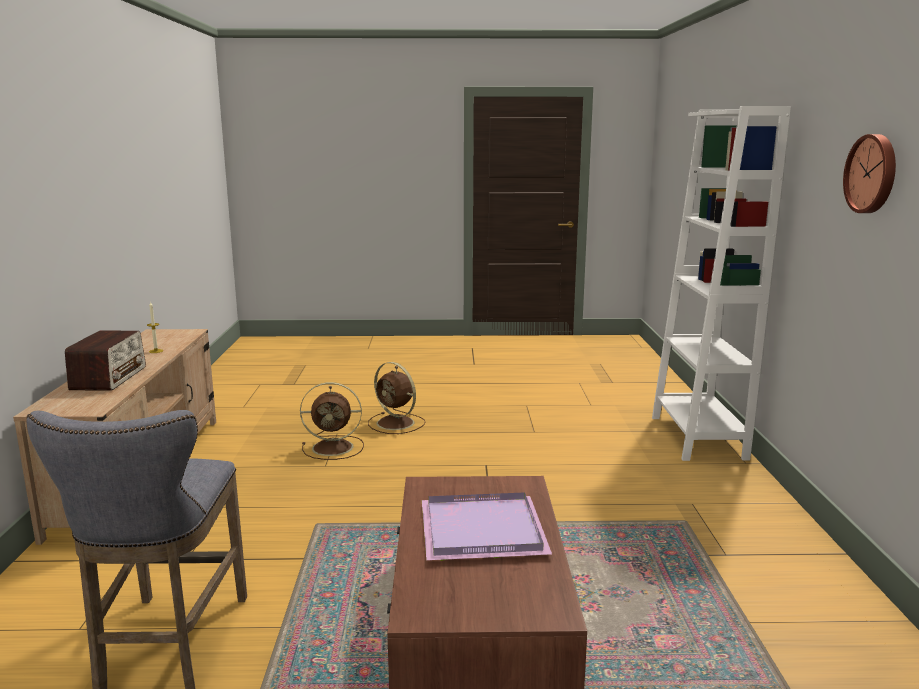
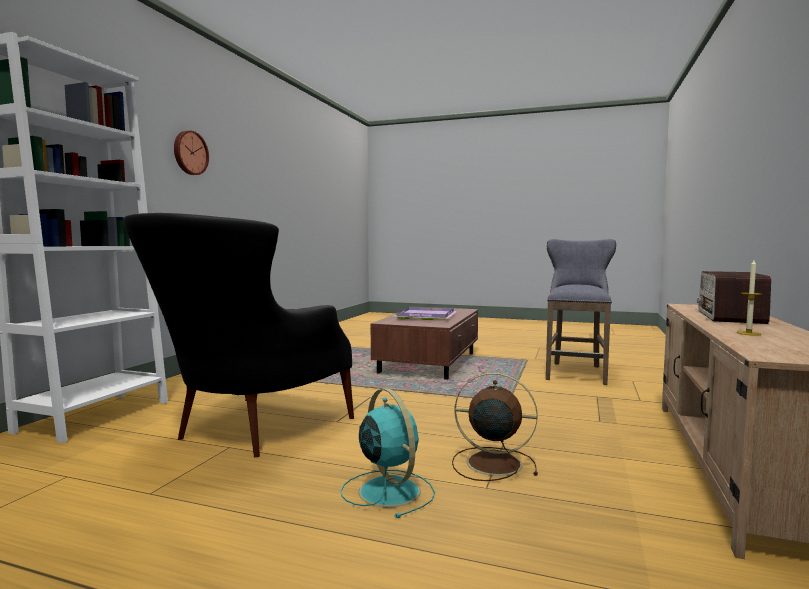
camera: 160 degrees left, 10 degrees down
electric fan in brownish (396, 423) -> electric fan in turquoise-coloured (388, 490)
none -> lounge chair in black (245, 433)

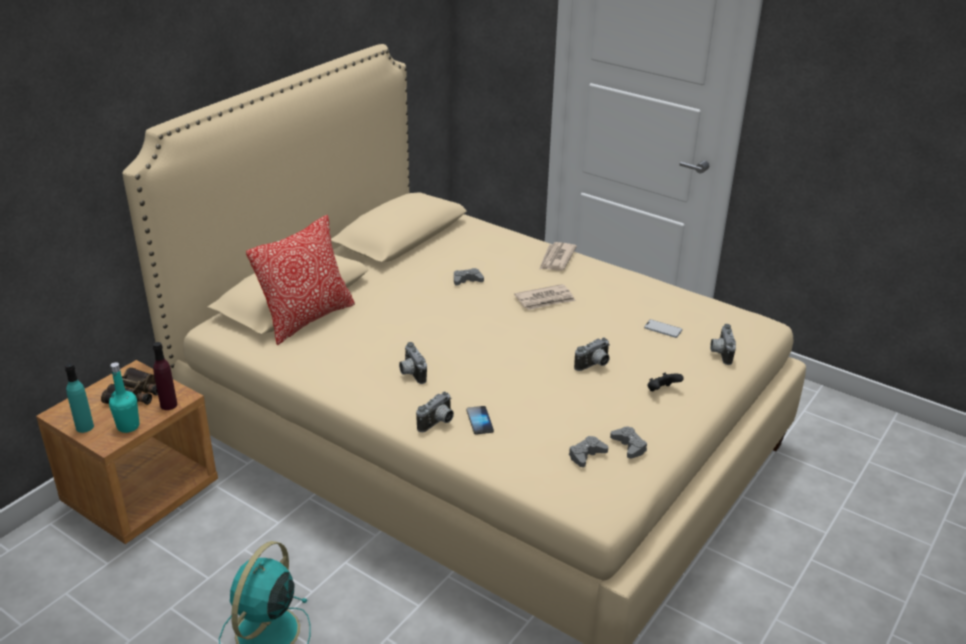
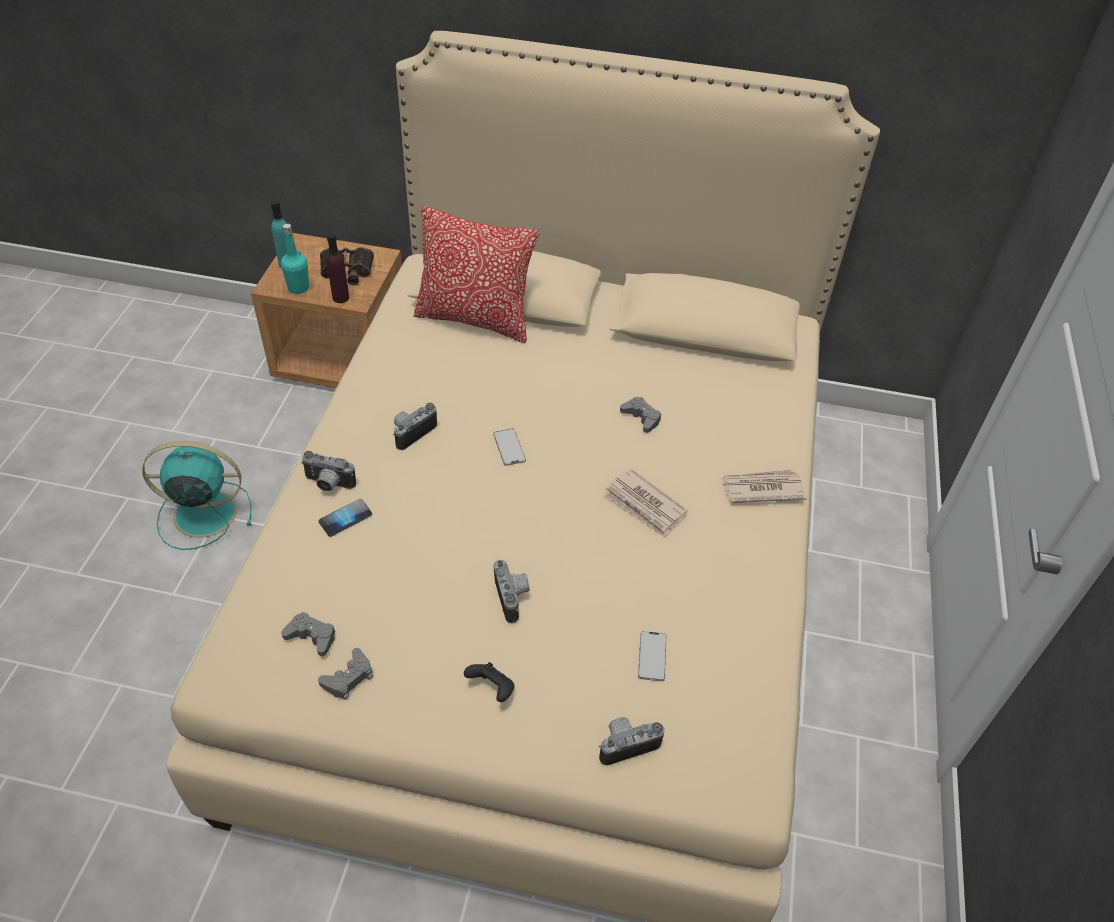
camera: 65 degrees right, 15 degrees up
still camera (594, 365) -> still camera (513, 598), 135 degrees counterclockwise
none -> telephone (509, 448)

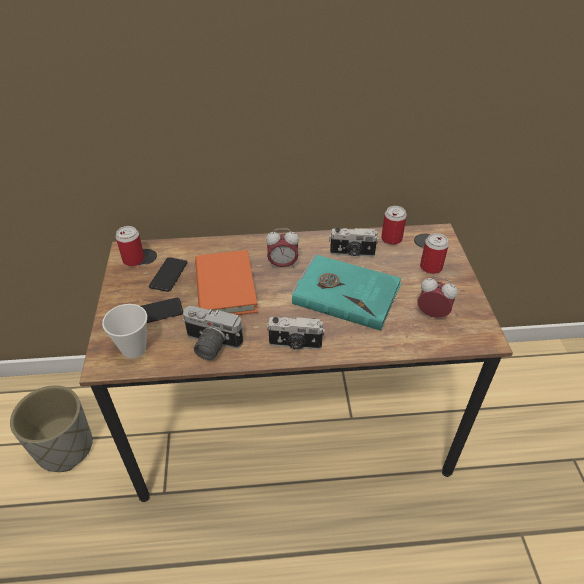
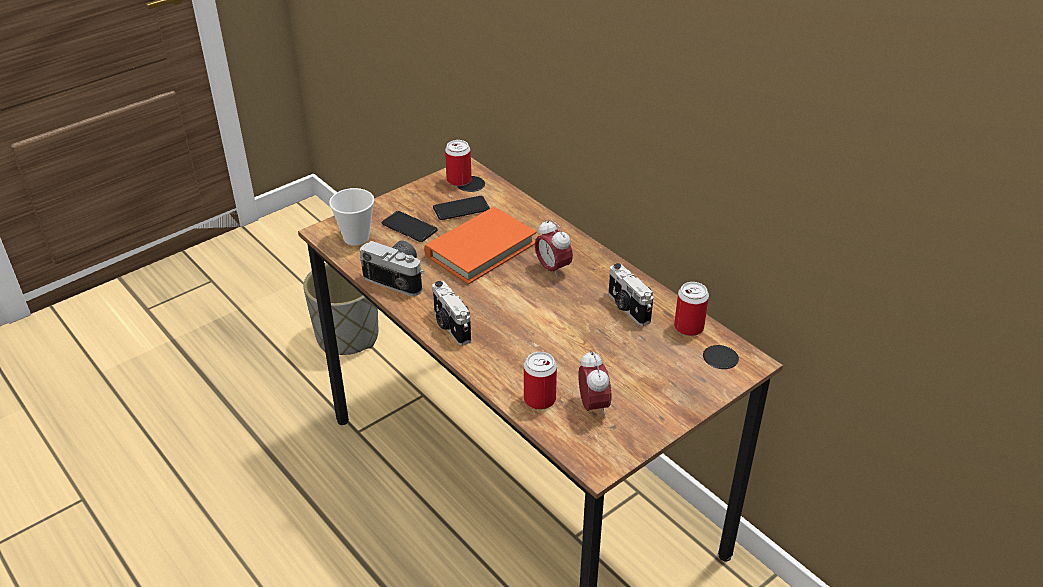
camera: 55 degrees right, 5 degrees down
sealed can (431, 267) -> sealed can (539, 399), moved
bound book in turquoise-coloured (346, 293) -> none
still camera (210, 345) -> still camera (399, 276), 135 degrees clockwise

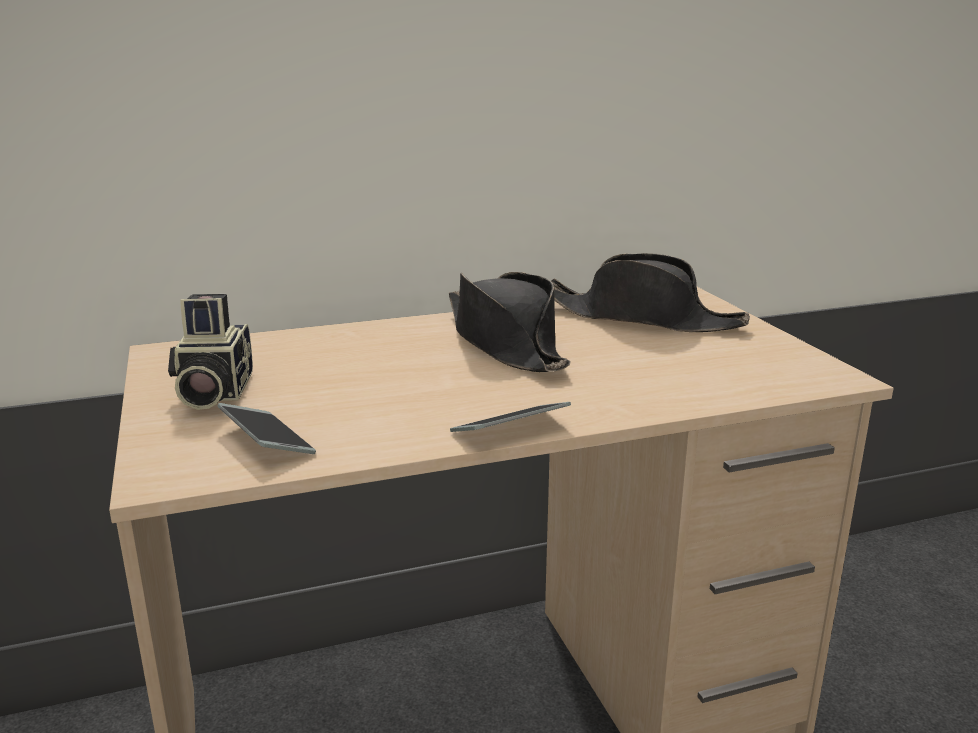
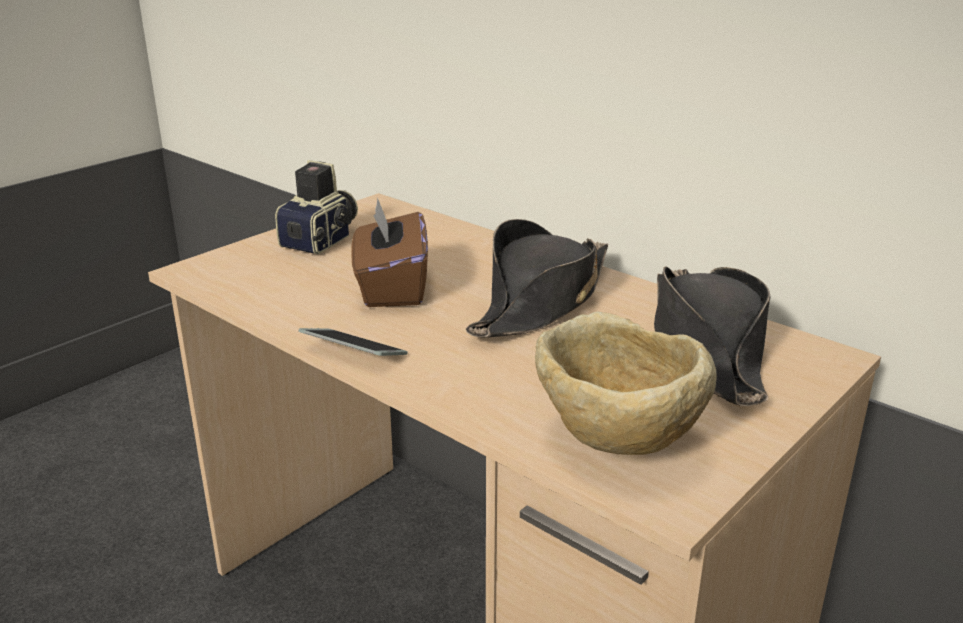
camera: 60 degrees right, 5 degrees up
still camera (212, 392) -> still camera (323, 240), 150 degrees clockwise
telephone (266, 440) -> none
none -> tissue holder in brownish (391, 288)
none -> bowl in beige (616, 443)

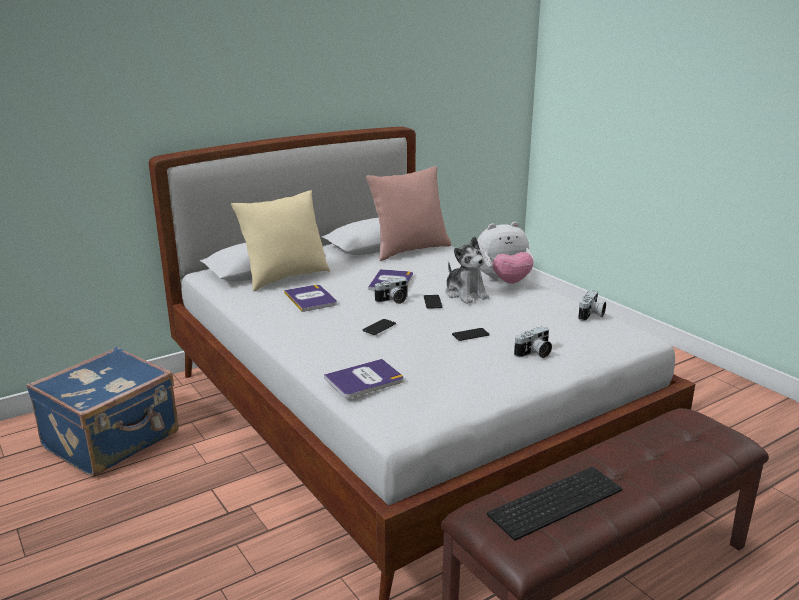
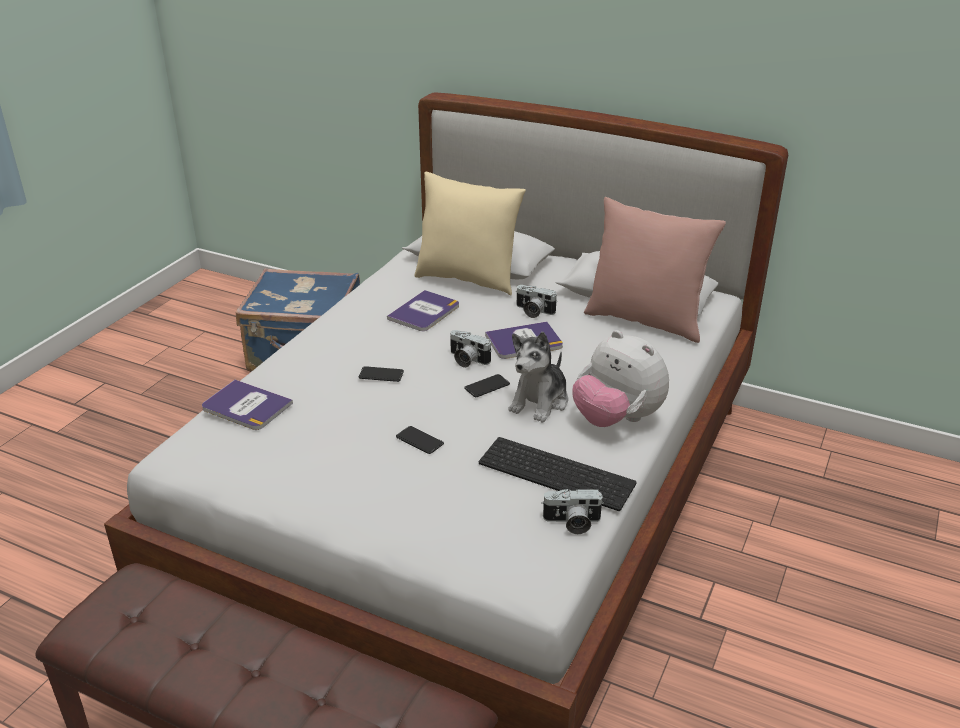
camera: 60 degrees right, 10 degrees up
still camera (534, 354) -> still camera (533, 311), moved
PC keyboard (555, 500) -> PC keyboard (559, 472), moved

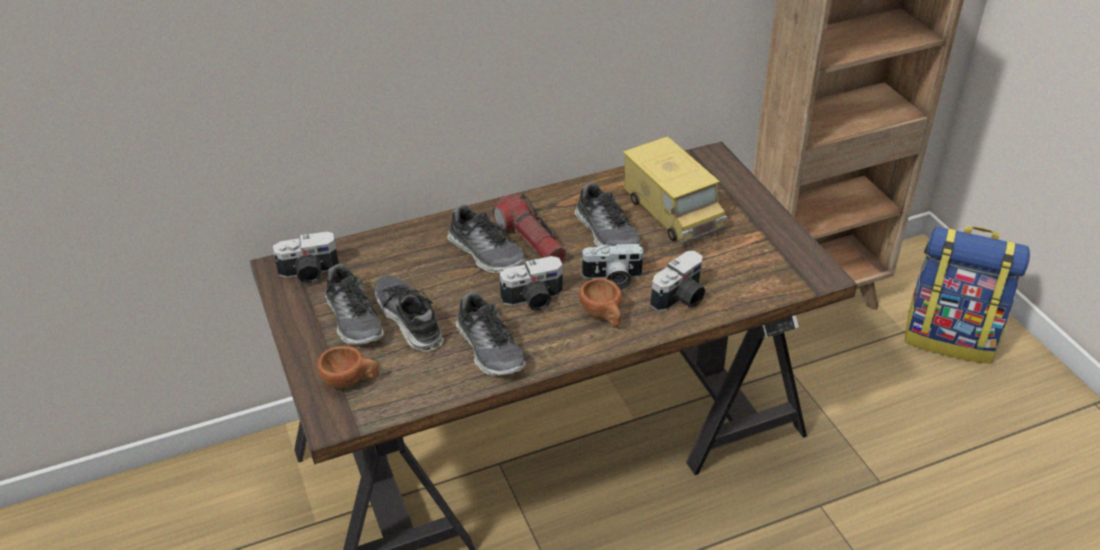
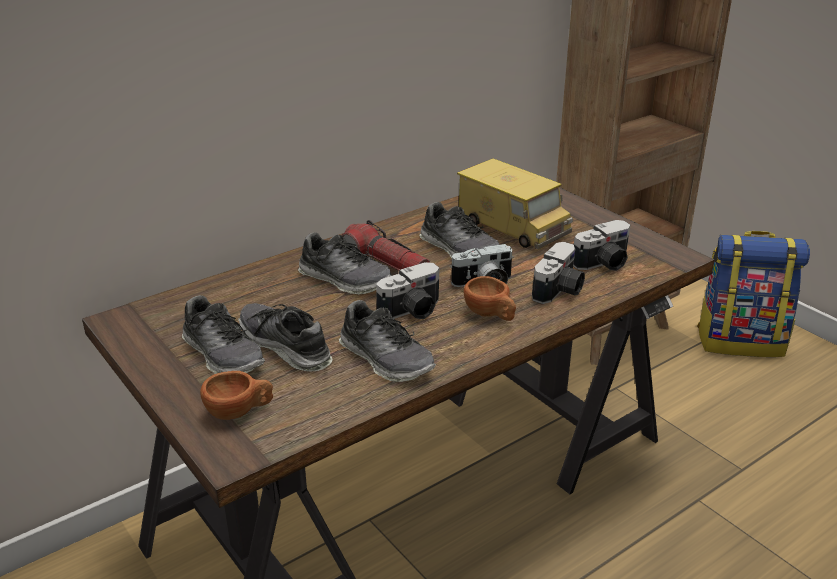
camera: 15 degrees left, 10 degrees down
still camera (309, 273) -> still camera (604, 264), moved

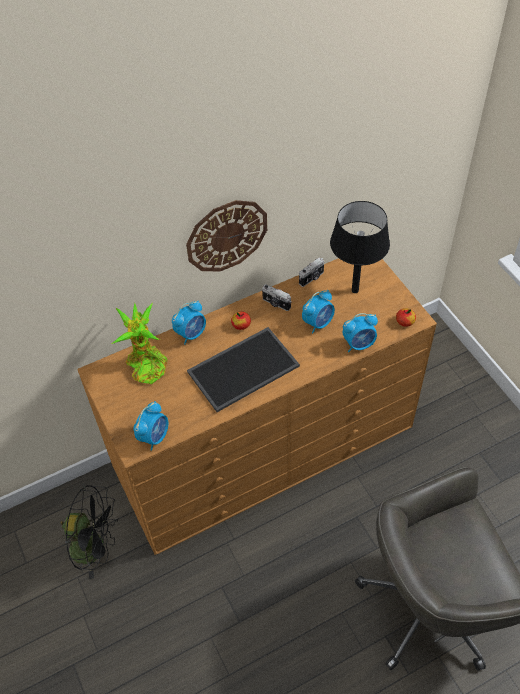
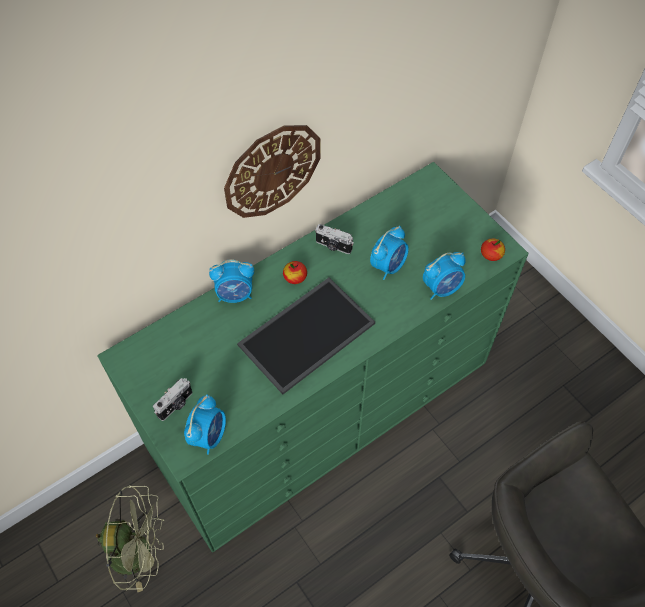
camera: 10 degrees left, 5 degrees up
tabletop lamp in black (355, 290) -> none
still camera (312, 278) -> still camera (176, 405), moved
dresser in brownish (264, 446) -> dresser in green-coloured (322, 404)
table clock (191, 333) -> table clock (235, 294), 45 degrees clockwise
houseplant (145, 364) -> none
electric fan in black (95, 547) -> electric fan in green-coloured (140, 551)

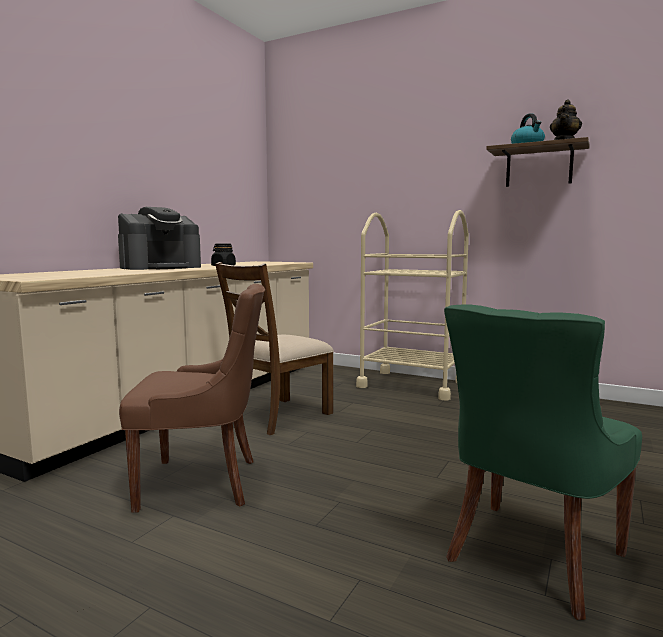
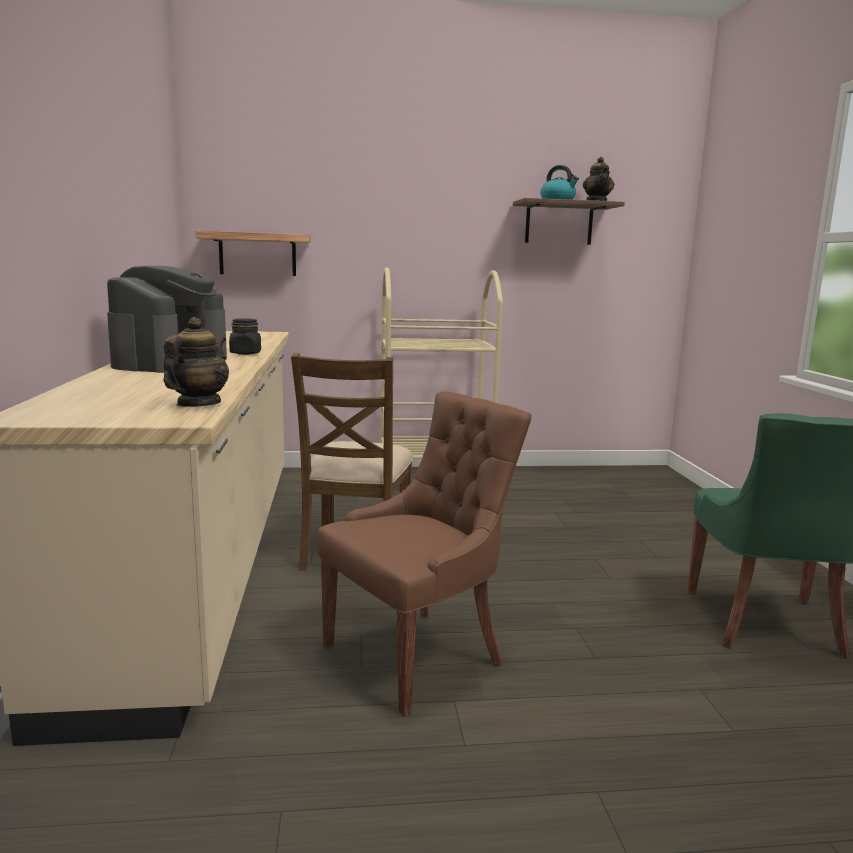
camera: 35 degrees left, 5 degrees up
none -> shelf (257, 254)
none -> teapot (198, 404)

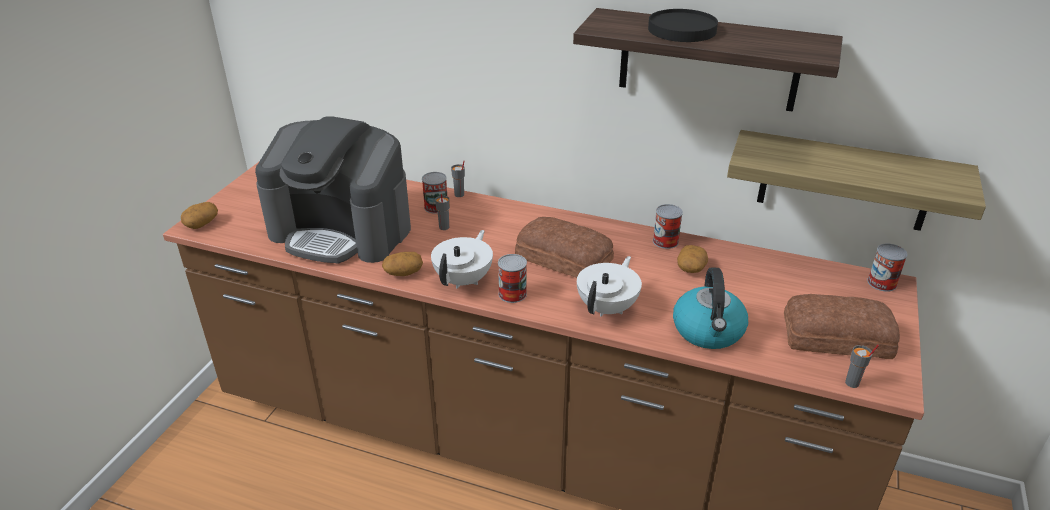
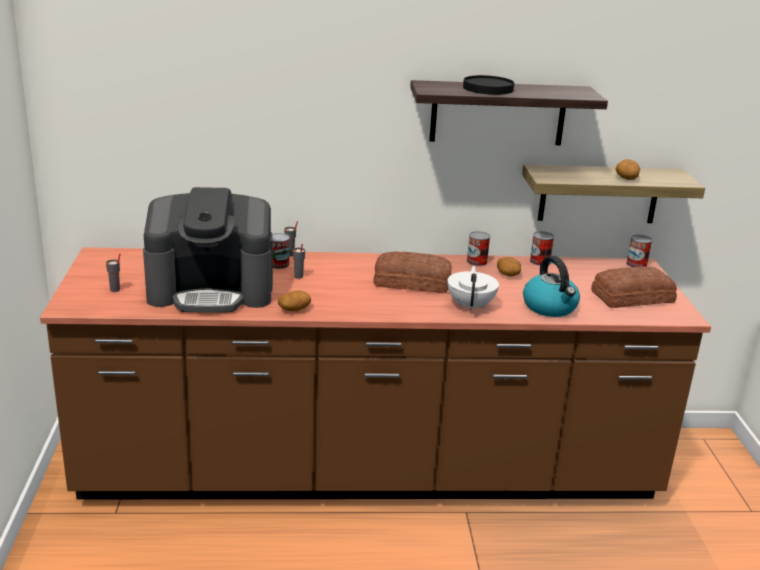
camera: 25 degrees left, 10 degrees down
potato (201, 223) -> potato (626, 177), moved
teapot in white-coloured (464, 280) -> none
sealed can (512, 294) -> sealed can (540, 261), moved
cup in greyish (852, 383) -> cup in greyish (115, 290), moved

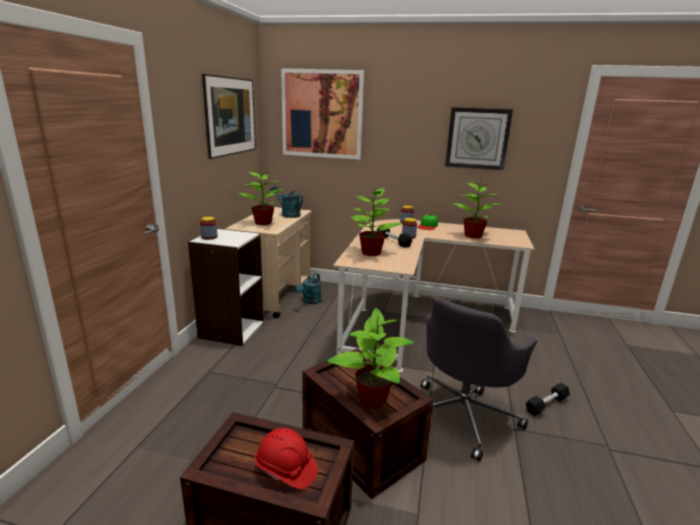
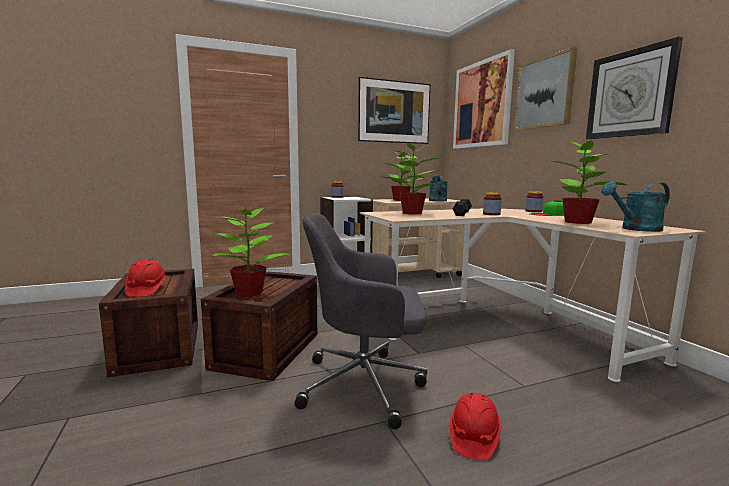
camera: 55 degrees right, 10 degrees down
watering pot in turquoise-coloured (310, 301) -> watering pot in turquoise-coloured (636, 229), moved
hand weight in black (546, 404) -> hard hat in reddish (473, 438)
none -> wall art (544, 93)

